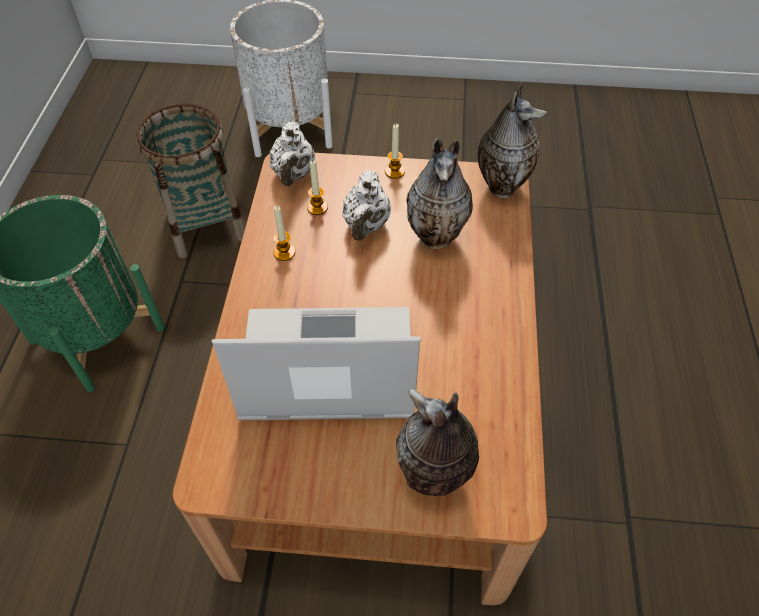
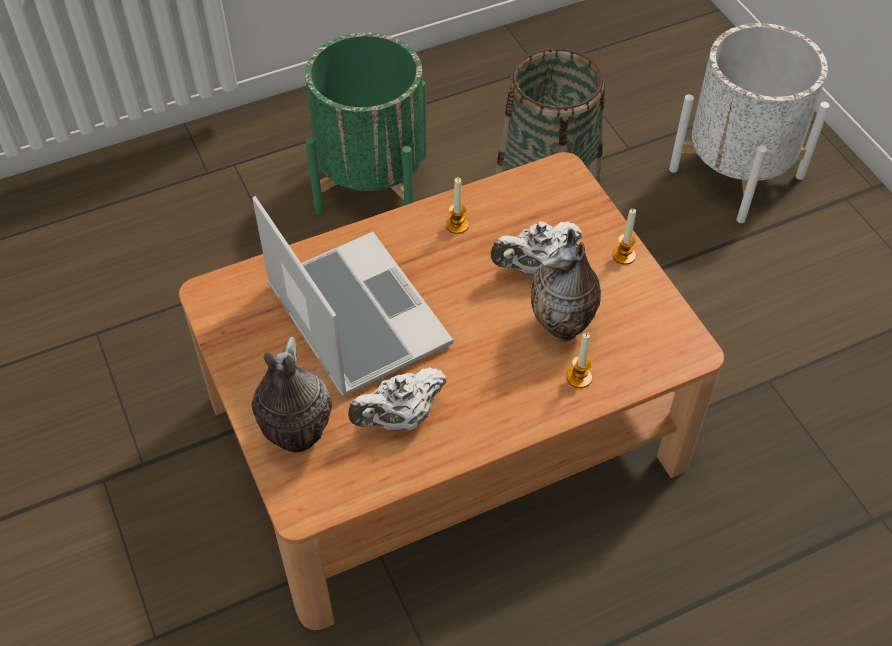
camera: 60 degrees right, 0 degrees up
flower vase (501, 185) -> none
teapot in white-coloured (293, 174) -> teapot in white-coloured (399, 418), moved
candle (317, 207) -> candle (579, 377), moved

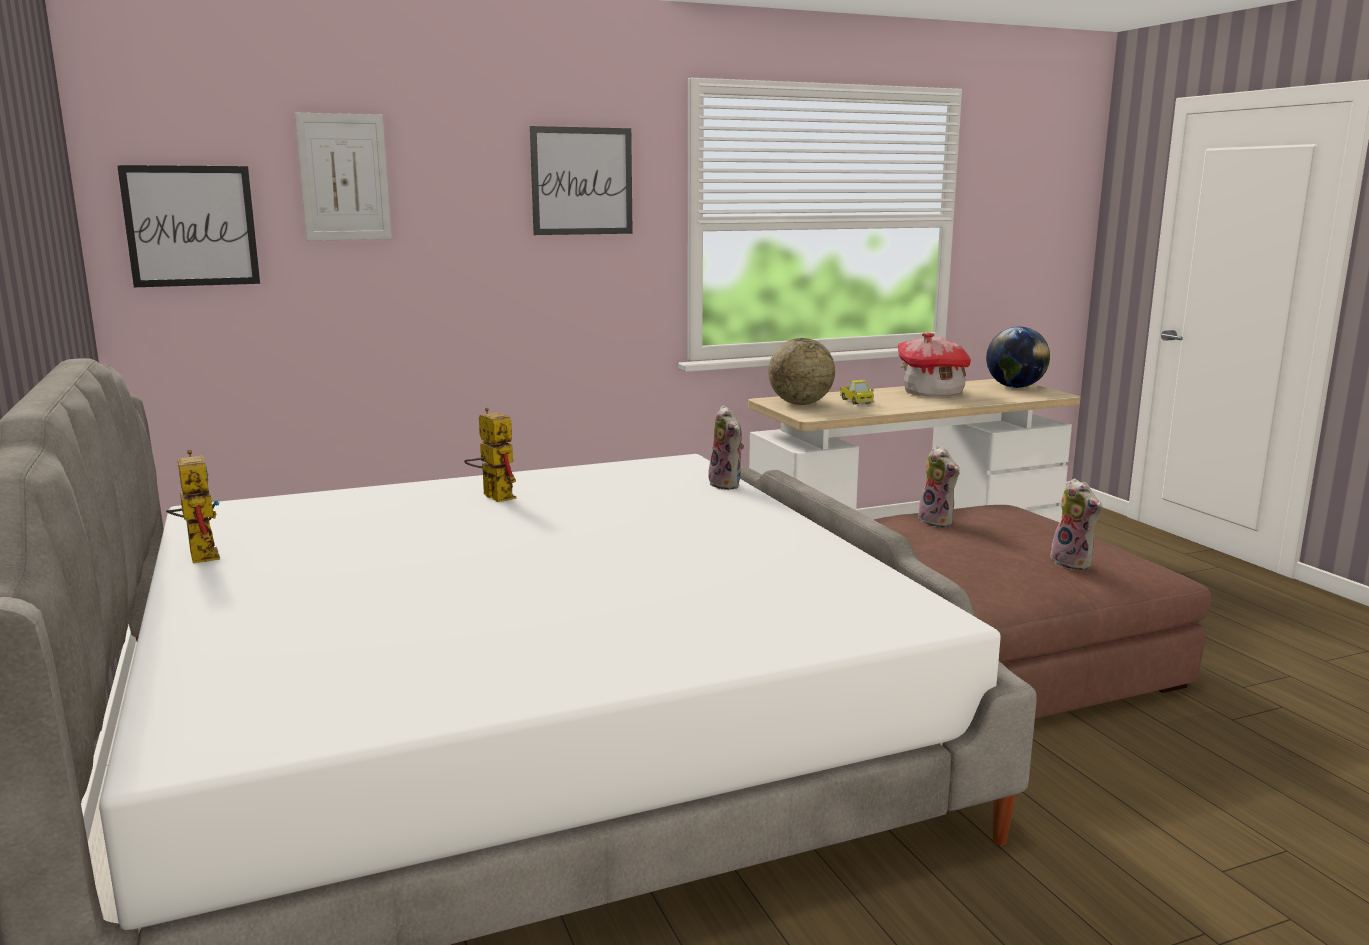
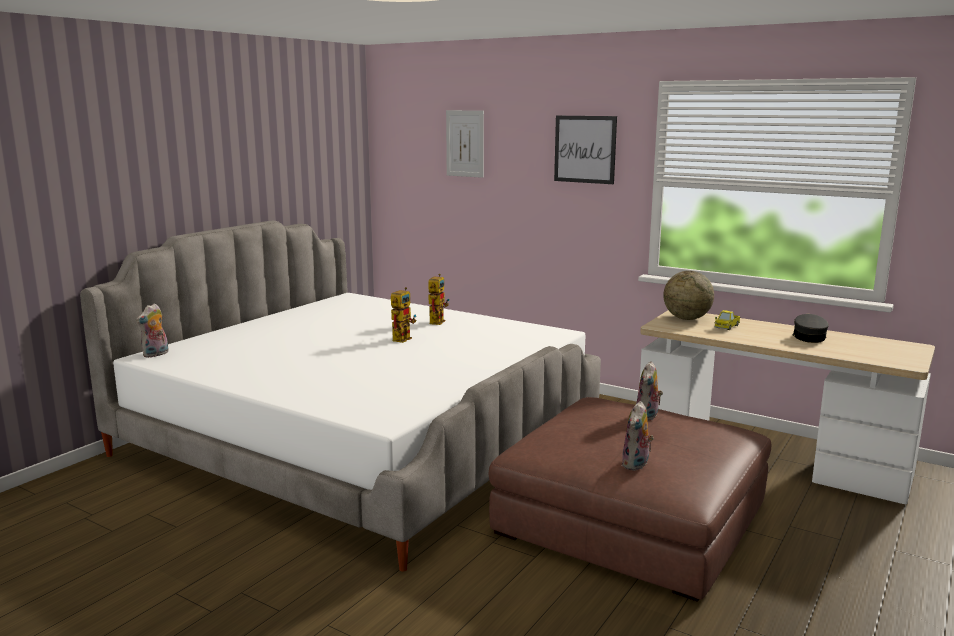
camera: 55 degrees right, 0 degrees up
wall art (191, 226) -> none
world globe (1015, 387) -> none
model house (932, 393) -> peaked cap in greyish (808, 337)
plush toy (728, 484) -> plush toy (156, 354), moved
model robot (199, 554) -> model robot (402, 338), moved

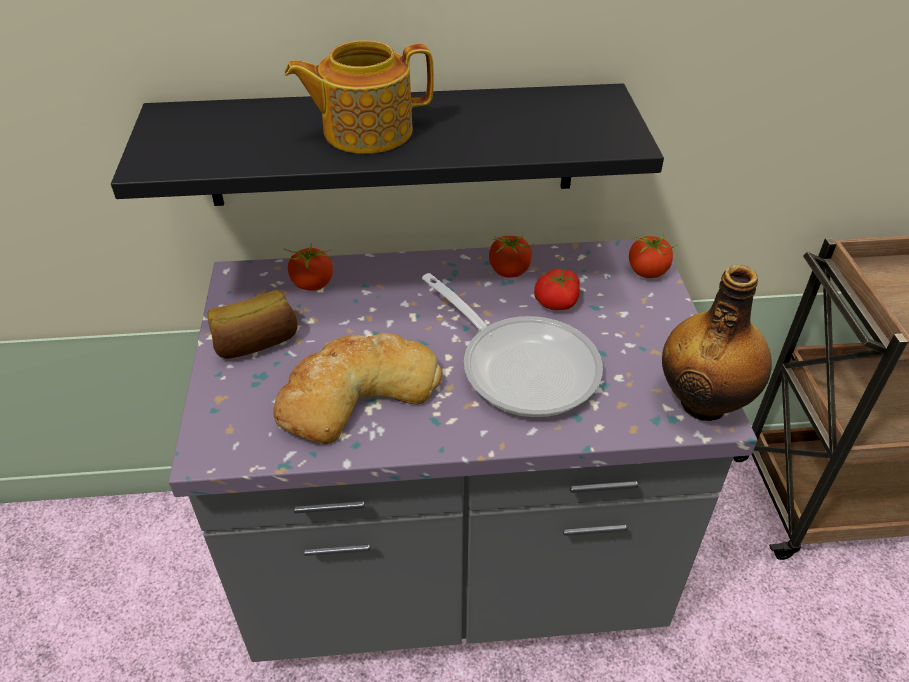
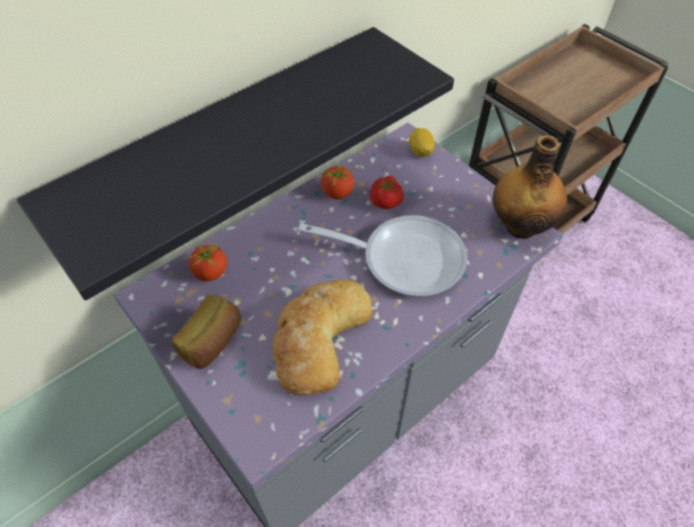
camera: 35 degrees left, 10 degrees up
teapot (365, 131) -> none
fresh tomato (648, 272) -> whole lemon (420, 151)

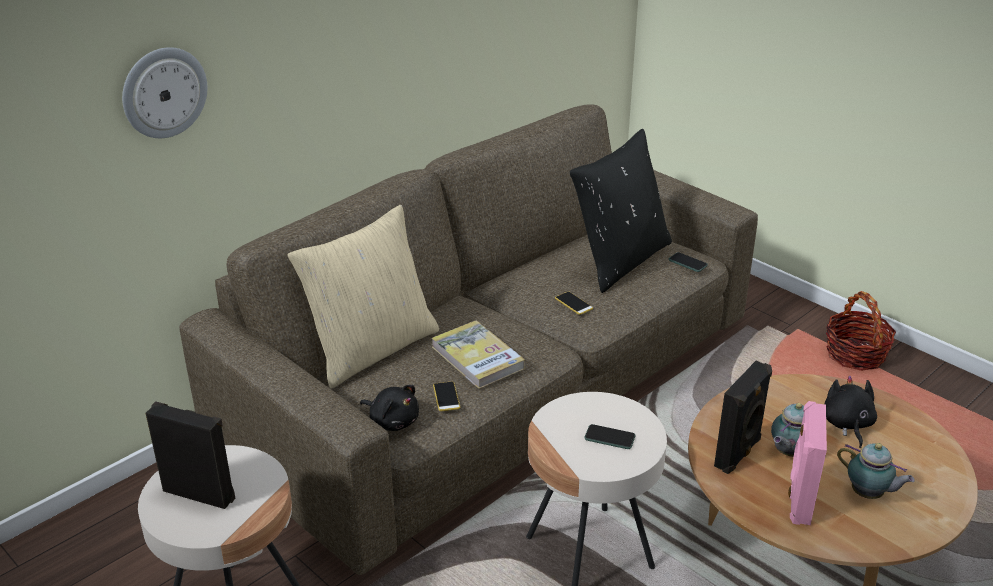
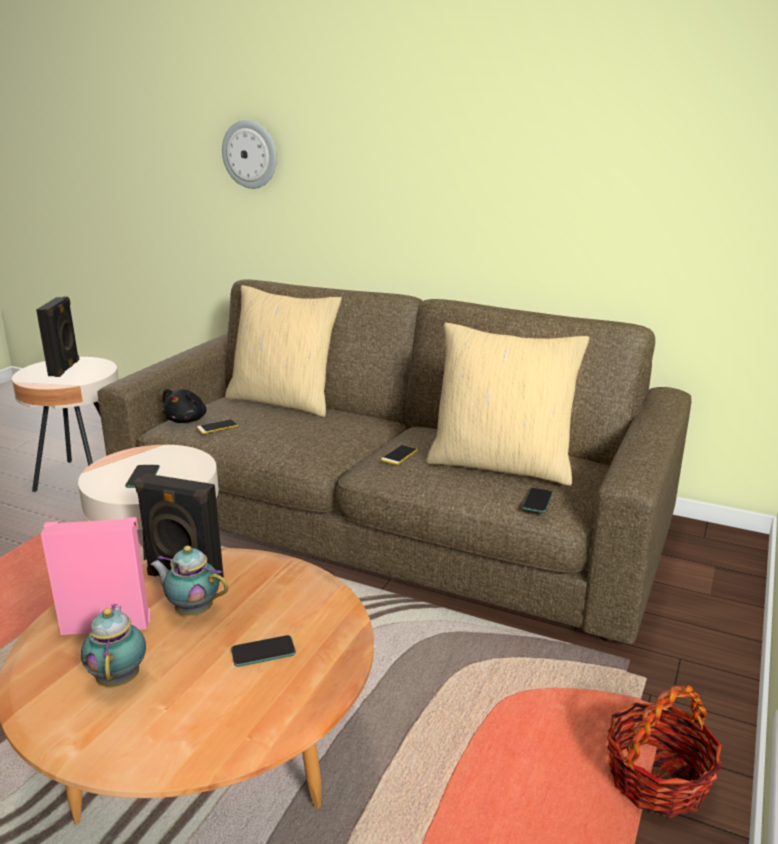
camera: 70 degrees right, 10 degrees down
throw pillow in black (620, 260) -> throw pillow in beige (501, 464)
bound book (477, 358) -> none
plush toy in black (847, 424) -> telephone (263, 652)
teapot (868, 494) -> teapot (119, 678), 150 degrees clockwise

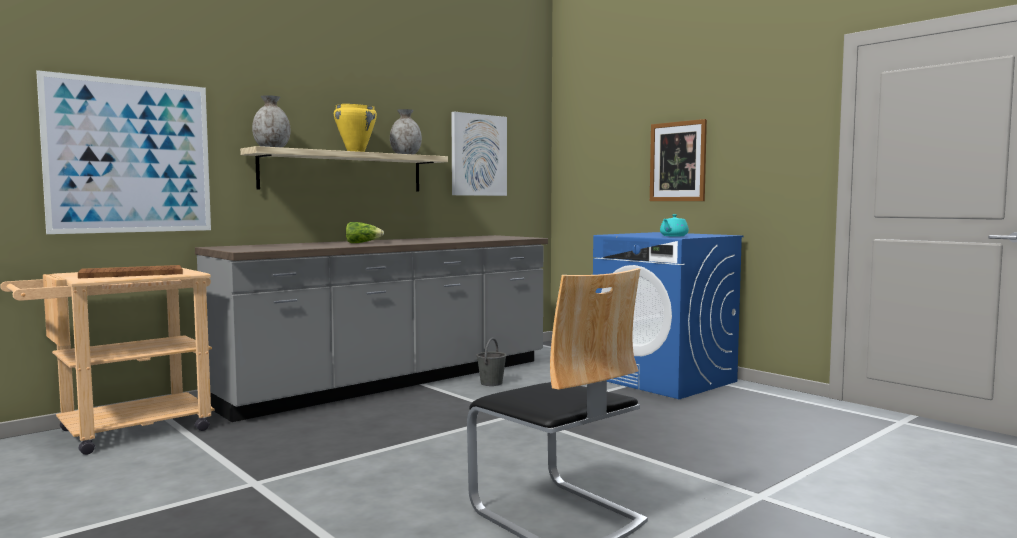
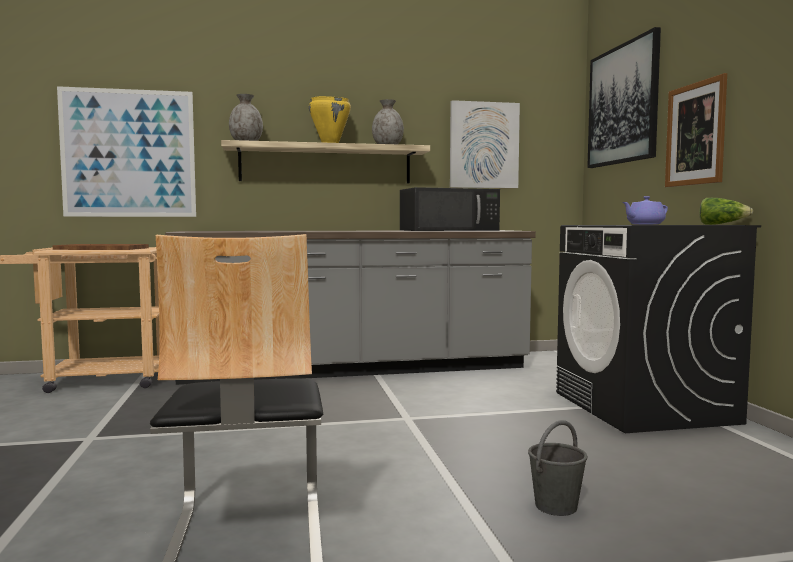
camera: 30 degrees right, 0 degrees up
teapot in turquoise-coloured (673, 236) -> teapot in purplish (644, 224)
lettuce head (362, 243) -> lettuce head (721, 224), moved
washing machine in bluish (664, 380) -> washing machine in black (644, 408)
bucket in greyish (491, 383) -> bucket in greyish (555, 506), moved
none -> wall art (623, 104)
none -> kitchen microwave in black (450, 230)

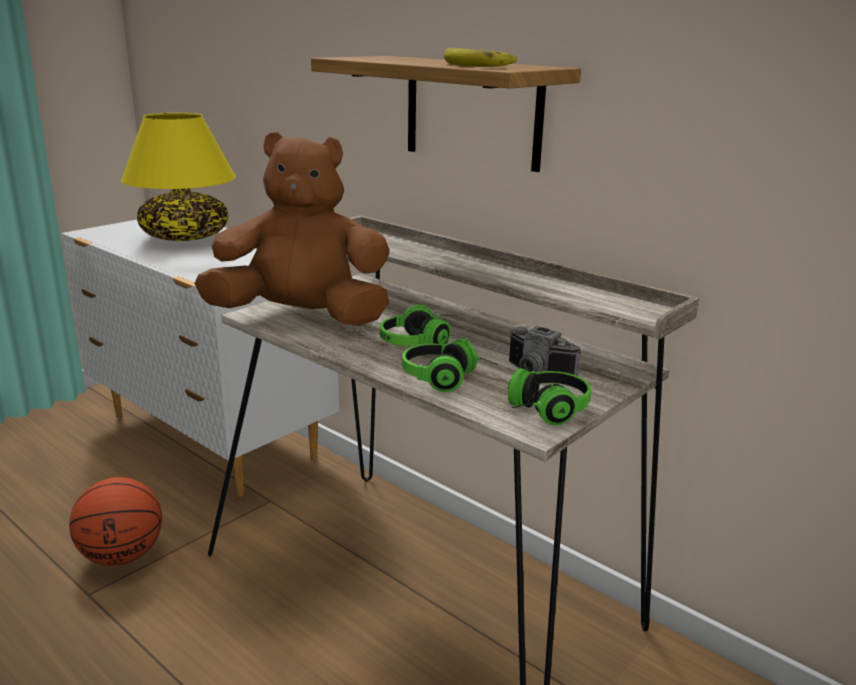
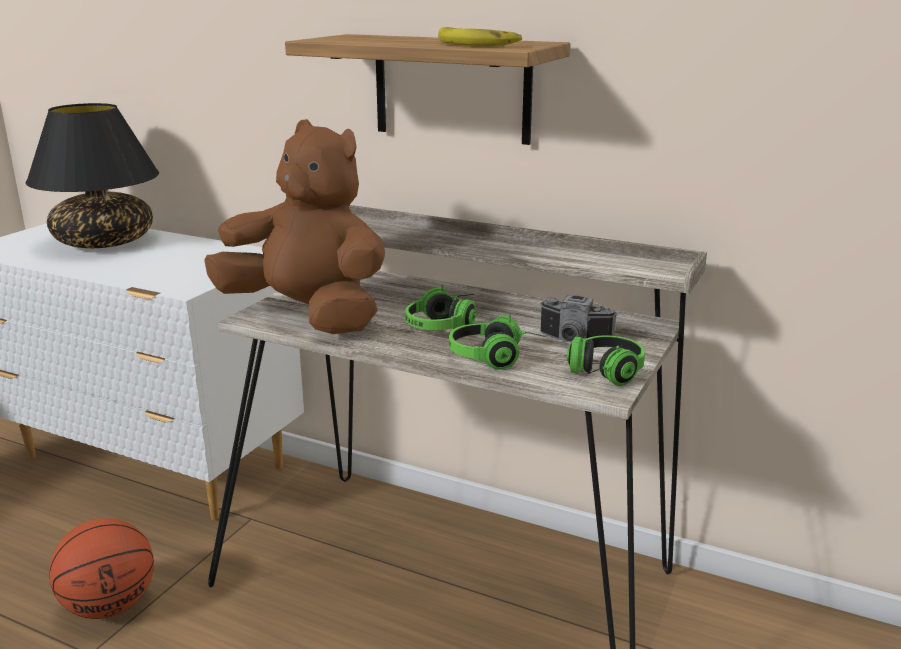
camera: 15 degrees left, 0 degrees up
tabletop lamp in yellow-coloured (184, 236) -> tabletop lamp in black (103, 242)
plush toy in brownish (302, 318) -> plush toy in brownish (307, 315), 45 degrees clockwise

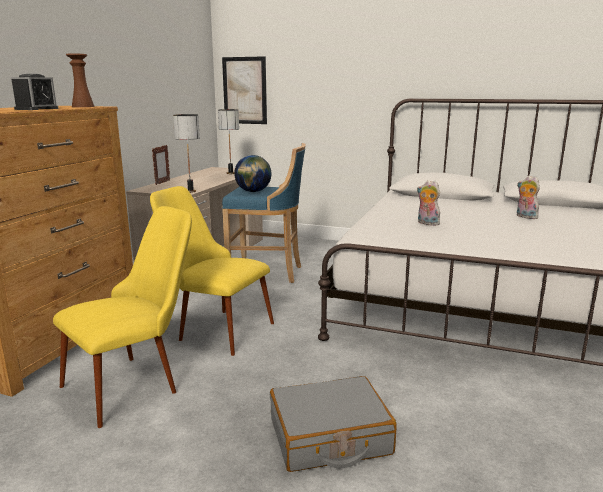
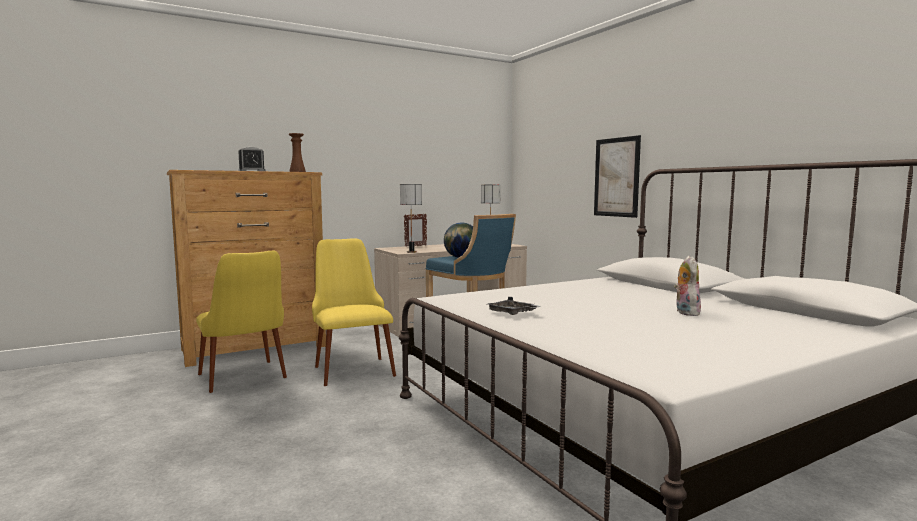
camera: 40 degrees right, 10 degrees down
wall art (245, 90) -> wall art (616, 177), moved
plush toy (427, 223) -> none
upright chair in yellow-coloured (136, 381) -> upright chair in yellow-coloured (246, 380), 60 degrees clockwise
suitcase in greyish (329, 437) -> none
none -> serving tray in greyish (512, 313)

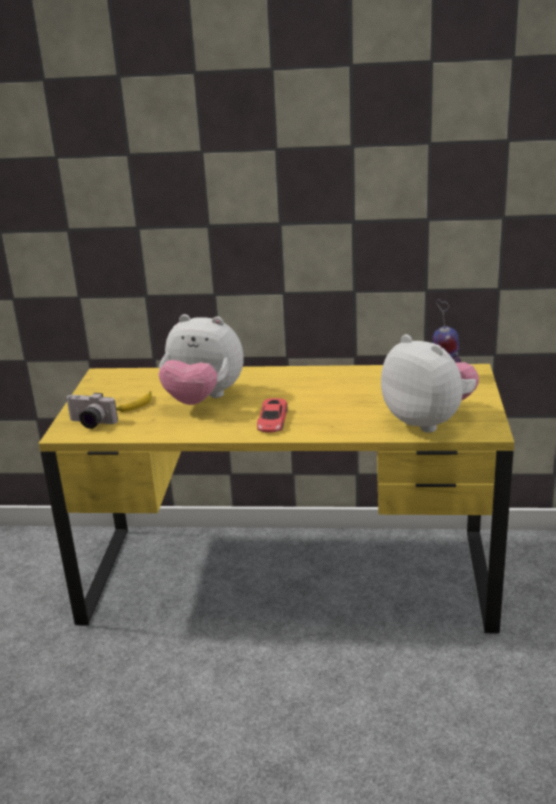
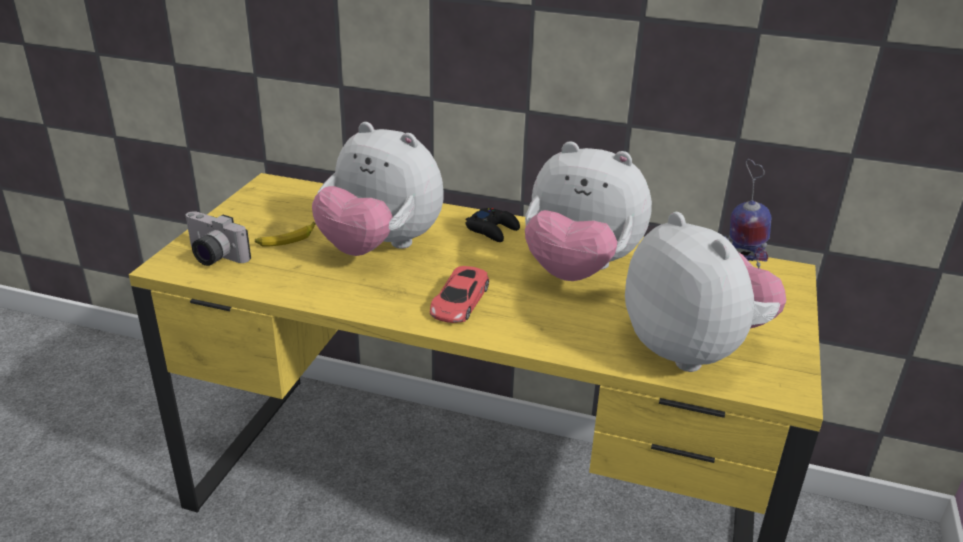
camera: 10 degrees right, 5 degrees up
none -> plush toy (579, 270)
none -> gamepad in black (493, 230)

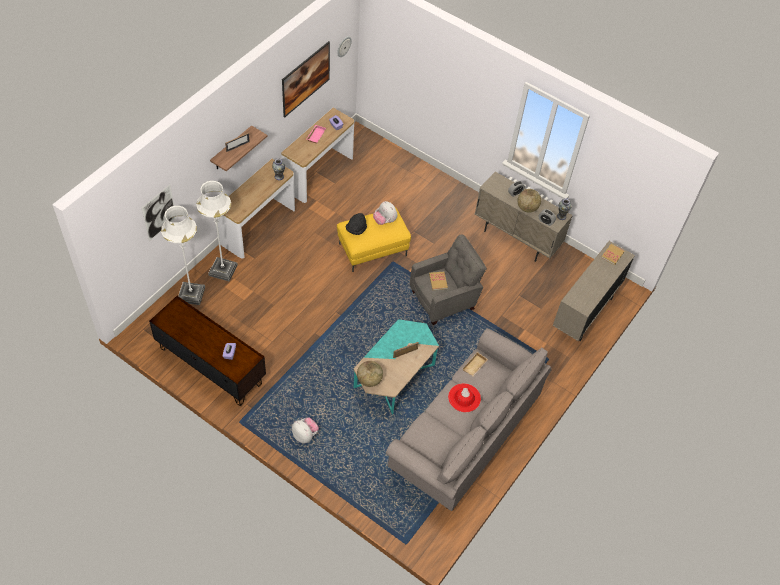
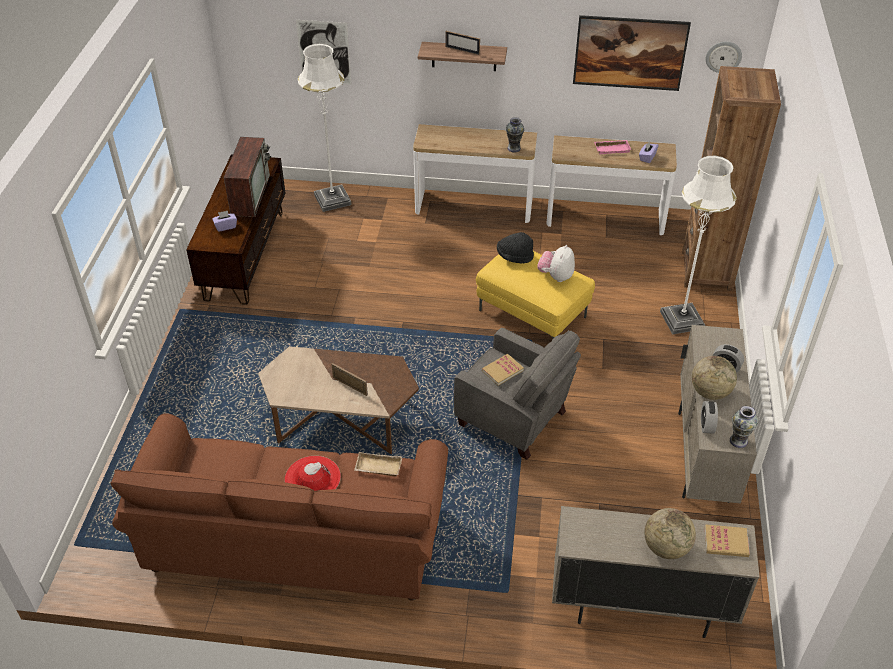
camera: 65 degrees right, 10 degrees down
standard lamp in white-coloured (223, 270) -> standard lamp in white-coloured (682, 320), moved
coffee table in turquoise-coloured (394, 376) -> coffee table in brownish (342, 420)
couch in greyish (464, 434) -> couch in brownish (295, 538)
world globe (369, 380) -> world globe (666, 547), moved
plush toy (305, 435) -> none
none -> bookshelf in brownish (707, 270)
none -> TV set (250, 194)

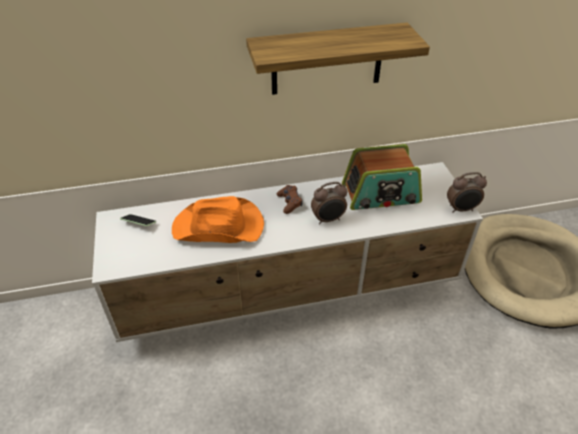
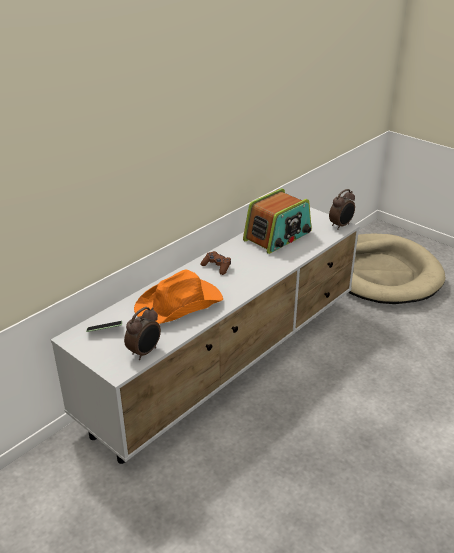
camera: 35 degrees left, 10 degrees down
shelf (327, 59) -> none
table clock (328, 219) -> table clock (145, 352), moved

